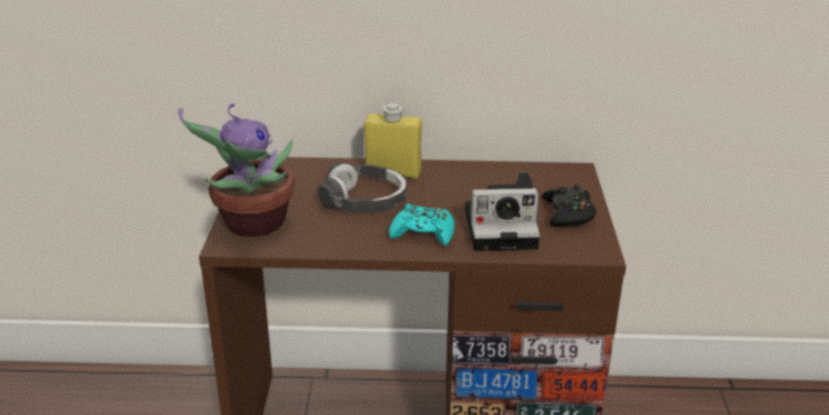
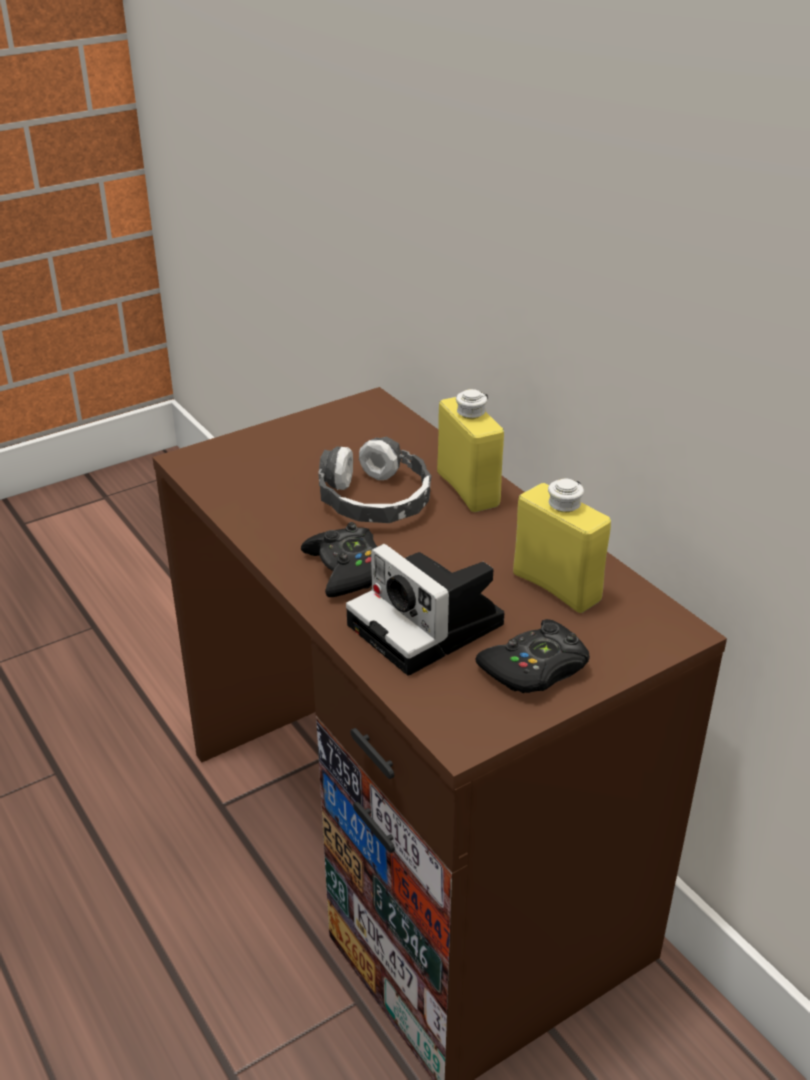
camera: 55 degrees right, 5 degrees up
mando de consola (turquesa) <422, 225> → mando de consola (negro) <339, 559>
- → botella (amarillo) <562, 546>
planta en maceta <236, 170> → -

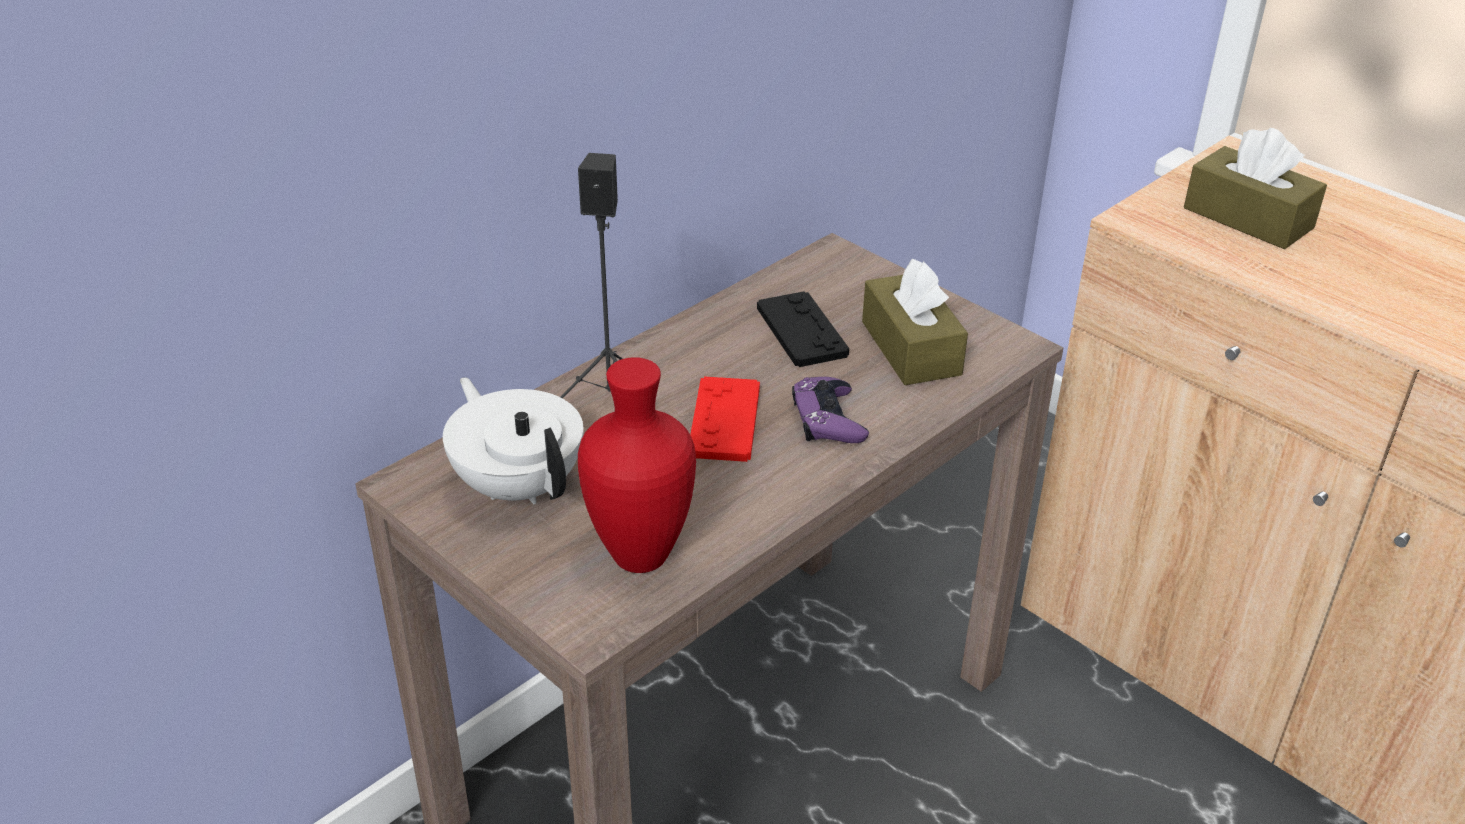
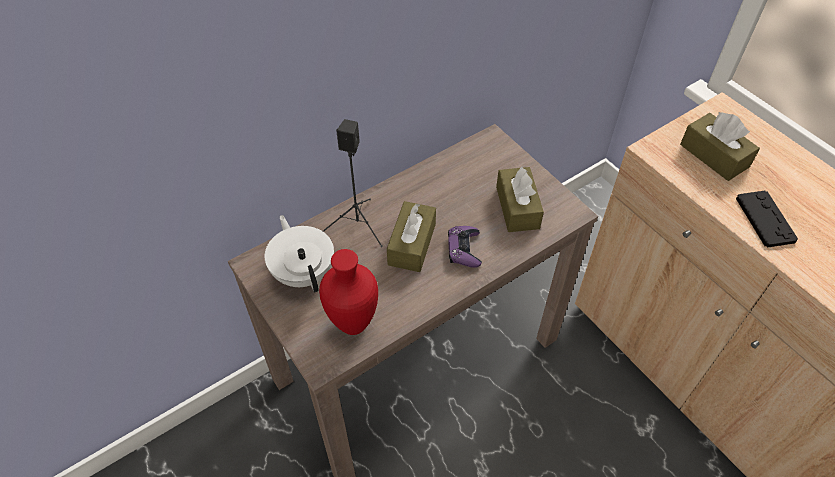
camera: 10 degrees right, 15 degrees up
mando de consola (rojo) <725, 419> → caja de pañuelos (marrón) <411, 236>
mando de consola (negro) <803, 329> → mando de consola (negro) <767, 219>, move

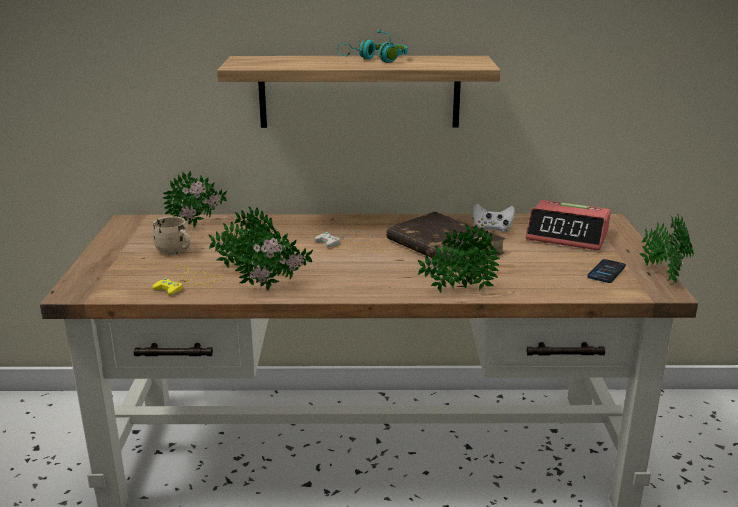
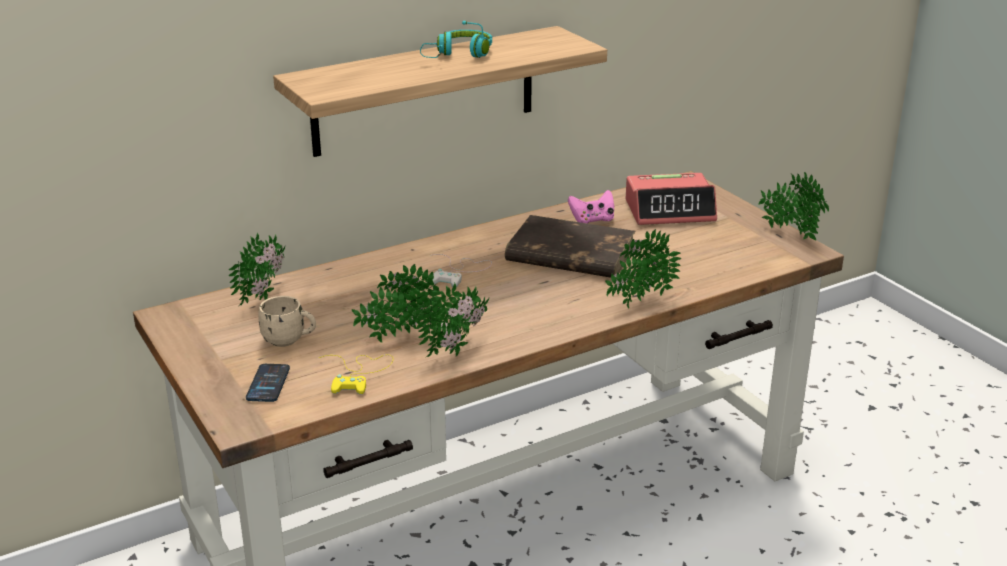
camera: 30 degrees left, 5 degrees up
móvil <606, 271> → móvil <268, 383>, move
mando de consola (blanco) <494, 218> → mando de consola (rosa) <591, 207>

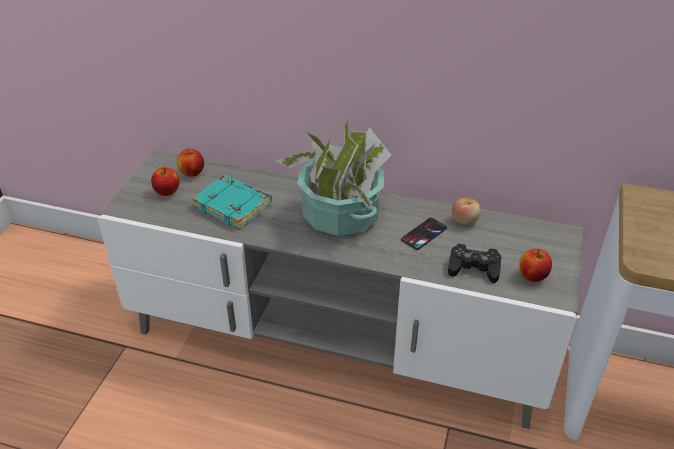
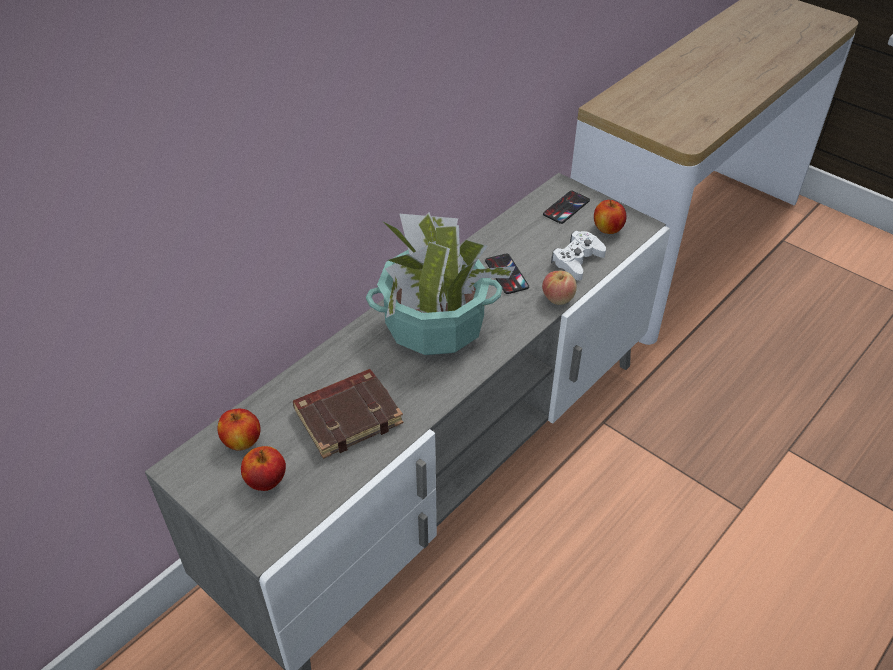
camera: 65 degrees left, 5 degrees up
libro (turquesa) <232, 202> → libro (marrón) <348, 414>
manzana <466, 211> → manzana <559, 288>, move
- → móvil <566, 207>
mando de consola (negro) <474, 263> → mando de consola (blanco) <578, 256>

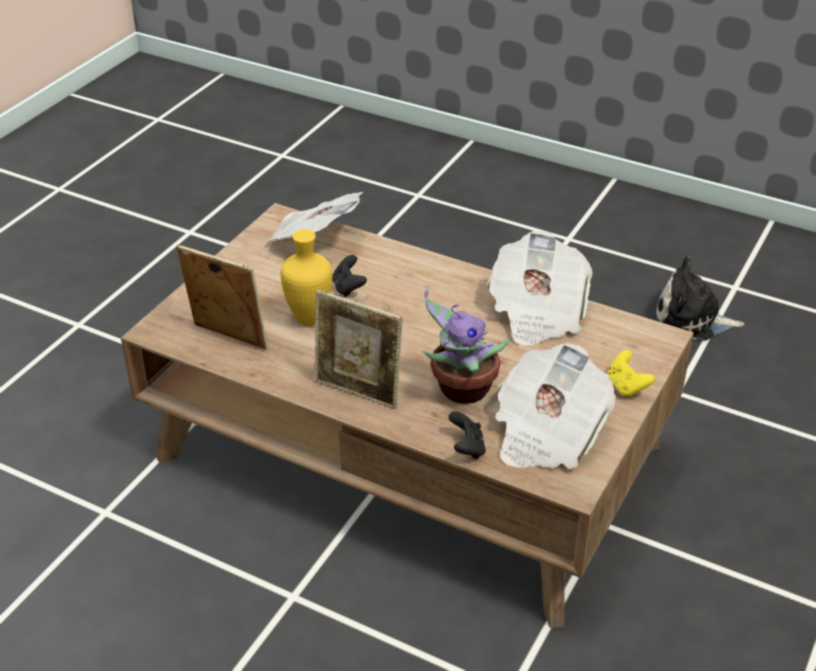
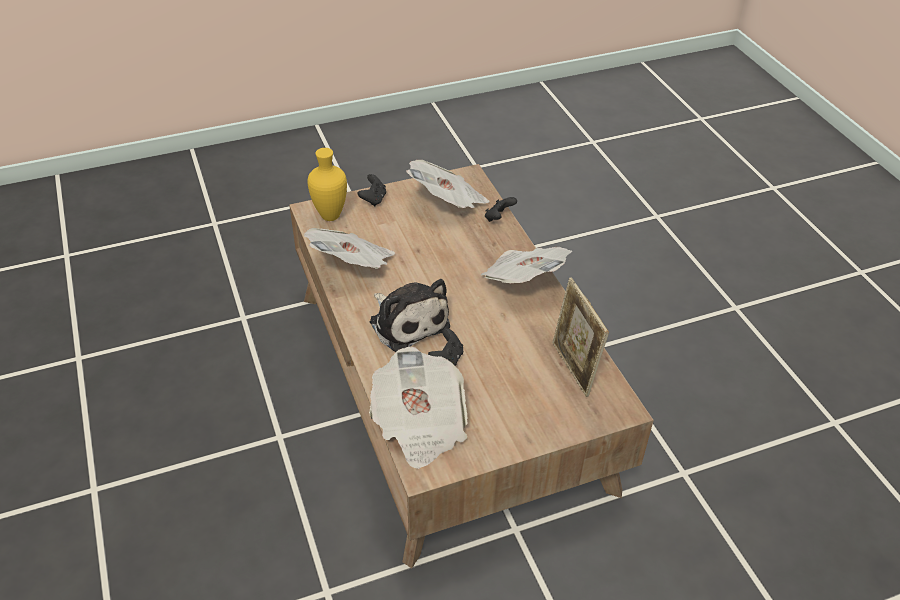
camera: 140 degrees left, 5 degrees up
florero (amarillo) <306, 277> → florero (amarillo) <327, 184>, move
mando de consola (amarillo) <631, 374> → mando de consola (negro) <372, 190>
peluche <700, 298> → peluche <410, 315>, move
portarretratos <359, 349> → periódico <526, 265>
planta en maceta <466, 347> → -

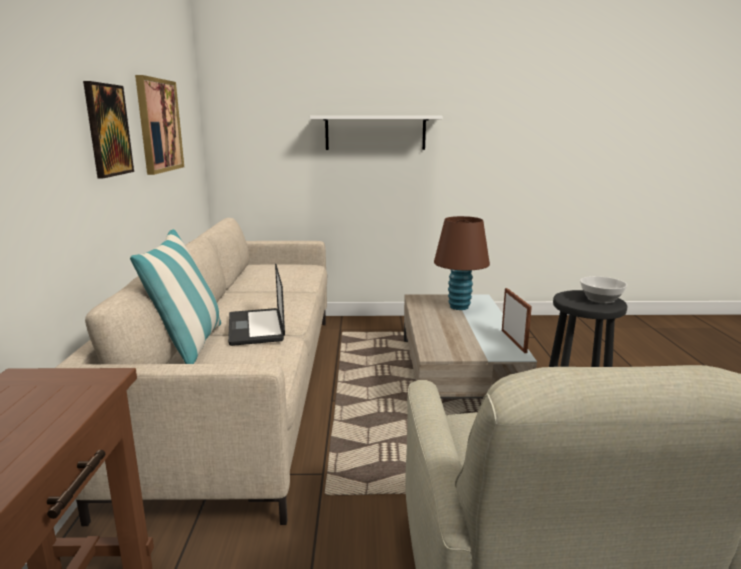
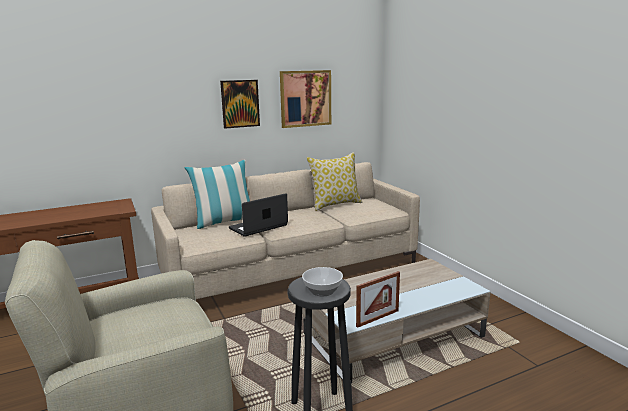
camera: 65 degrees right, 0 degrees up
- → cojín <335, 181>
estante (blanco) <376, 133> → -
lámpara de mesa (marrón) <462, 263> → -

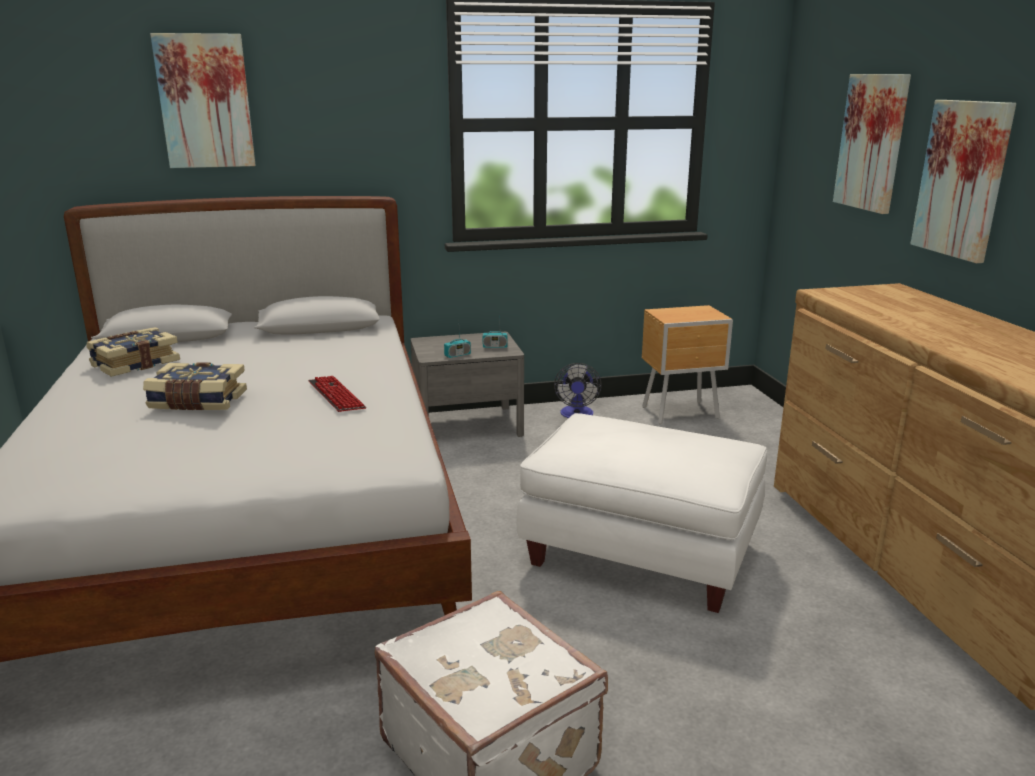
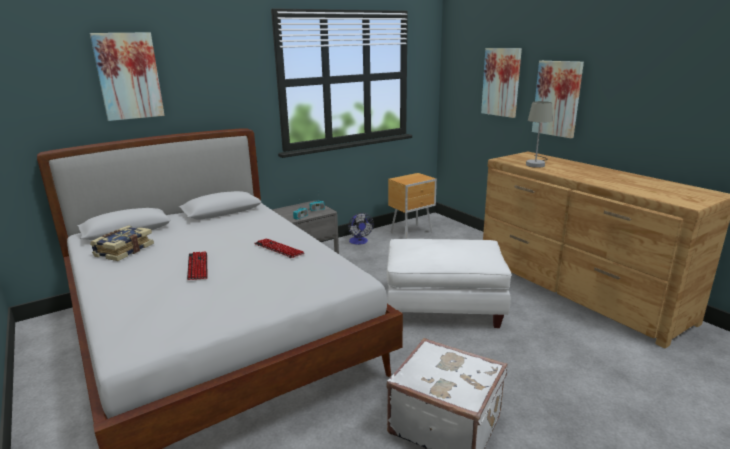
camera: 20 degrees left, 0 degrees up
libro <195, 386> → teclado <197, 266>
- → lámpara de mesa (gris) <539, 134>

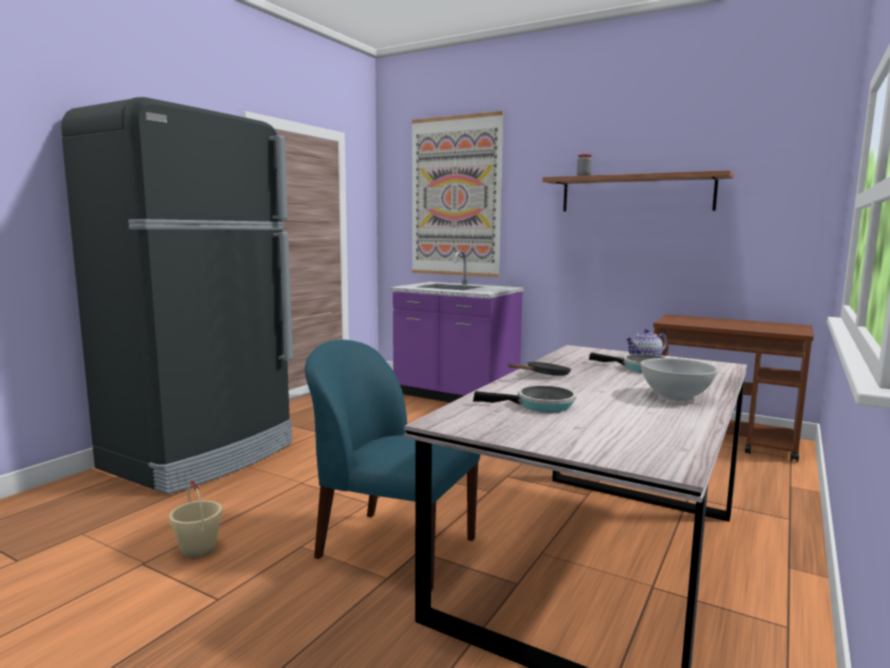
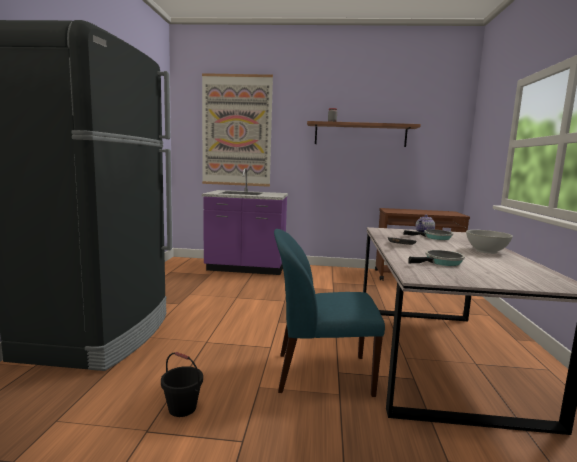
camera: 25 degrees left, 0 degrees up
cubo (beis) <195, 519> → cubo (negro) <182, 384>

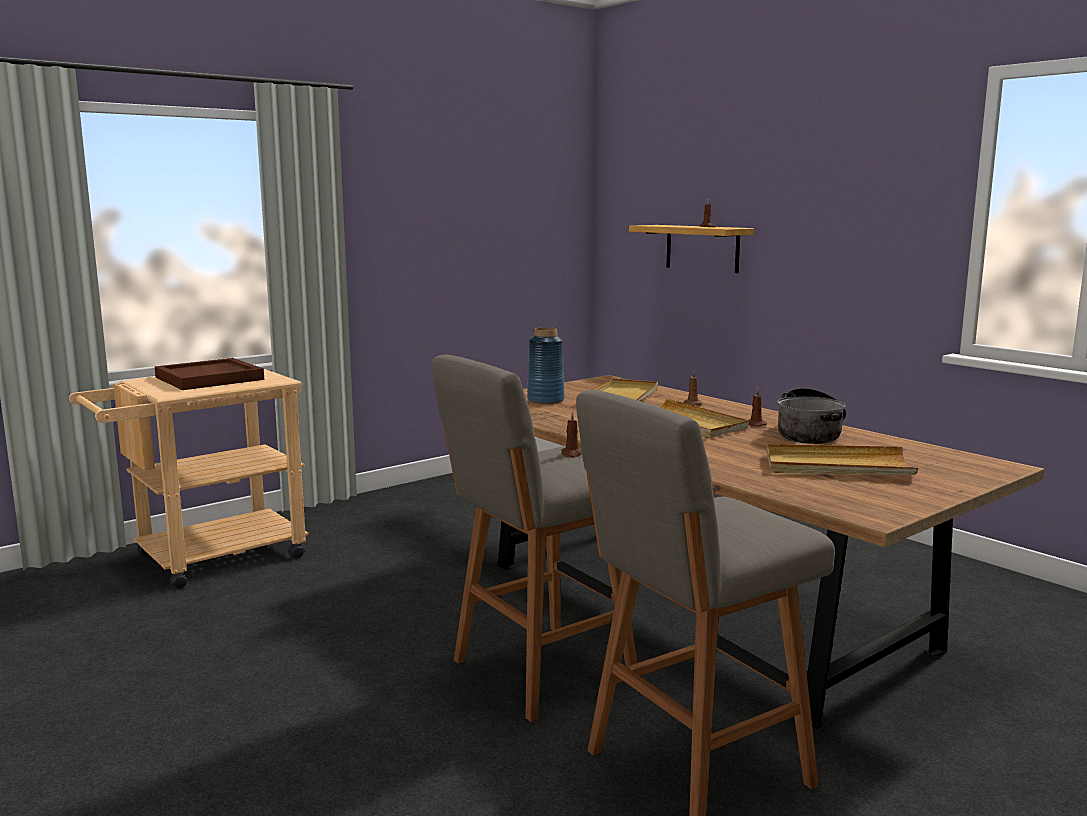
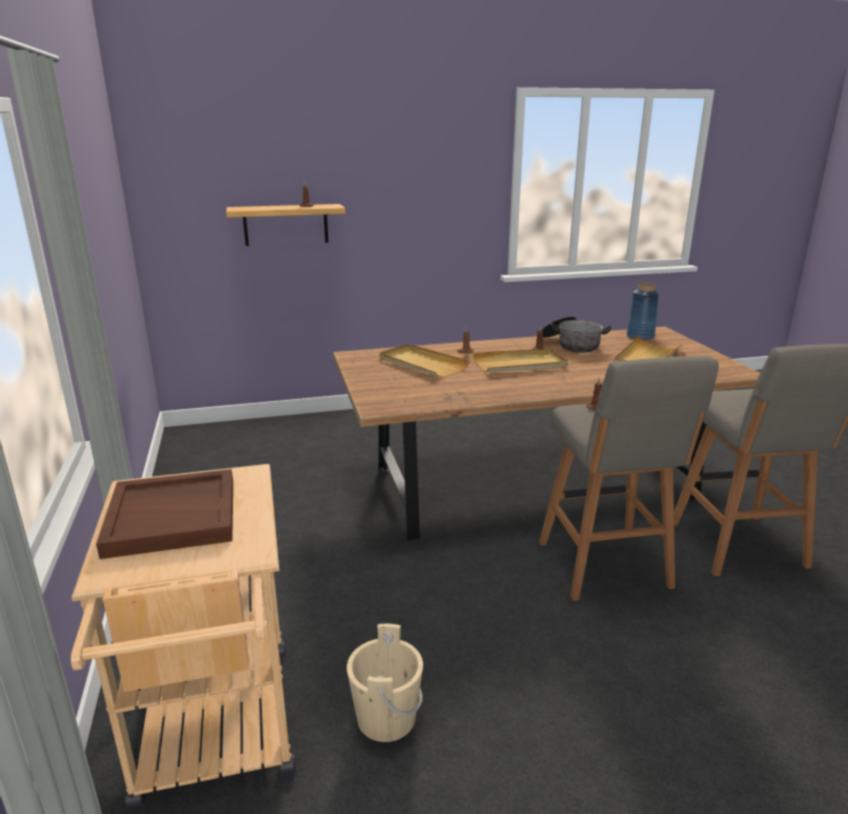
camera: 65 degrees left, 10 degrees up
- → cubo (beis) <385, 683>
florero (azul) <546, 365> → florero (azul) <643, 312>, move

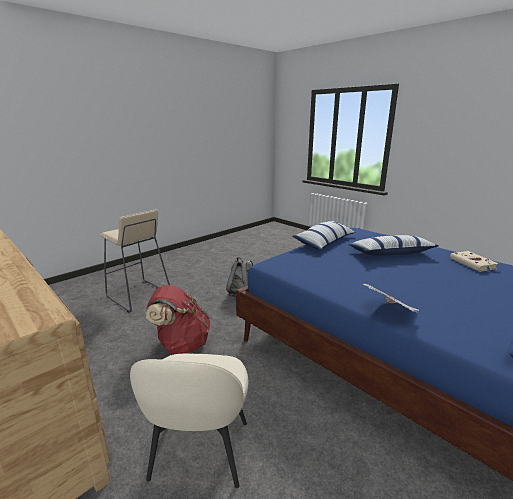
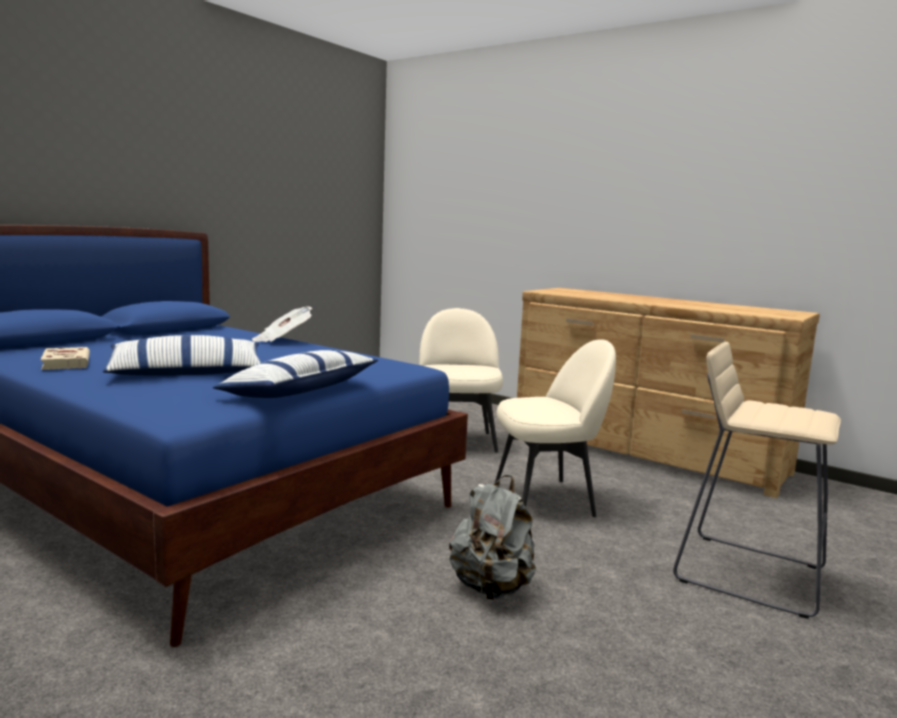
camera: 170 degrees right, 10 degrees down
mochila (rojo) <178, 319> → silla (beis) <555, 428>

